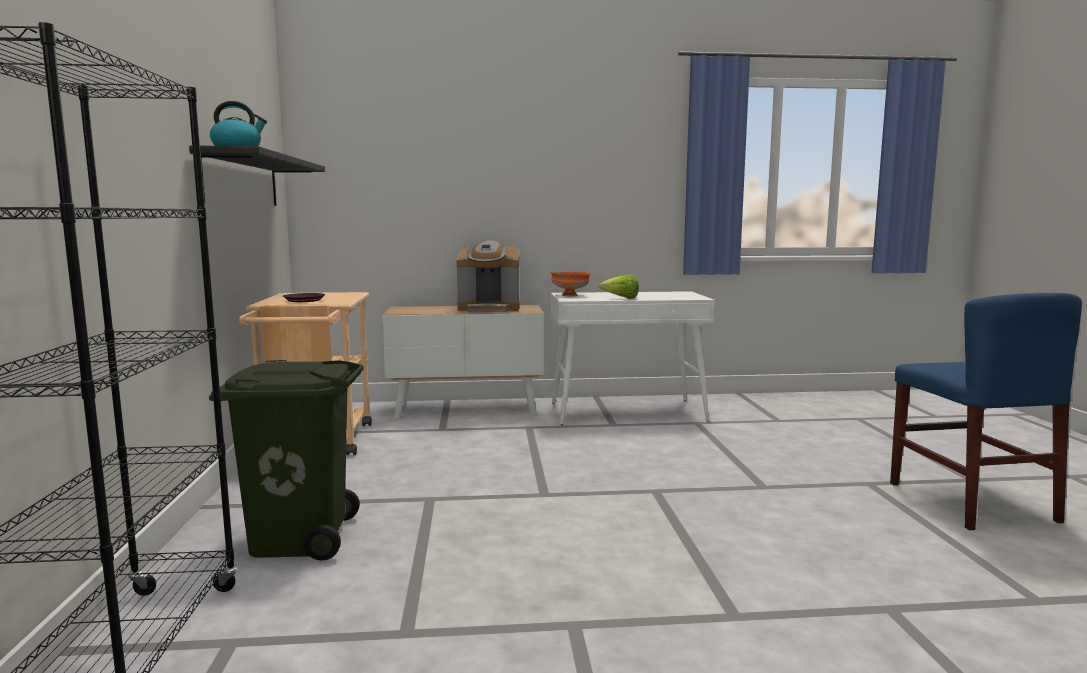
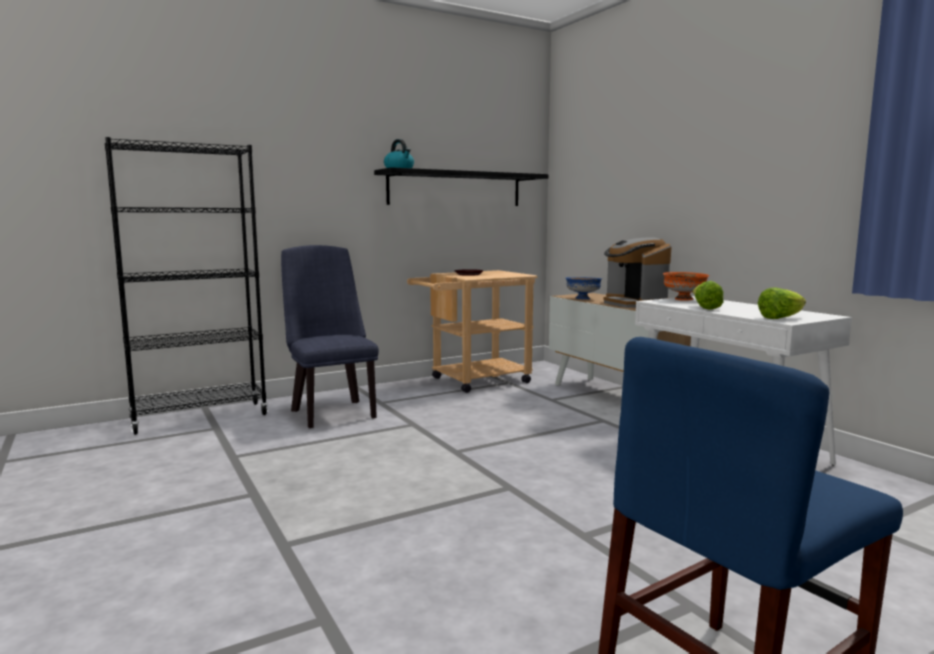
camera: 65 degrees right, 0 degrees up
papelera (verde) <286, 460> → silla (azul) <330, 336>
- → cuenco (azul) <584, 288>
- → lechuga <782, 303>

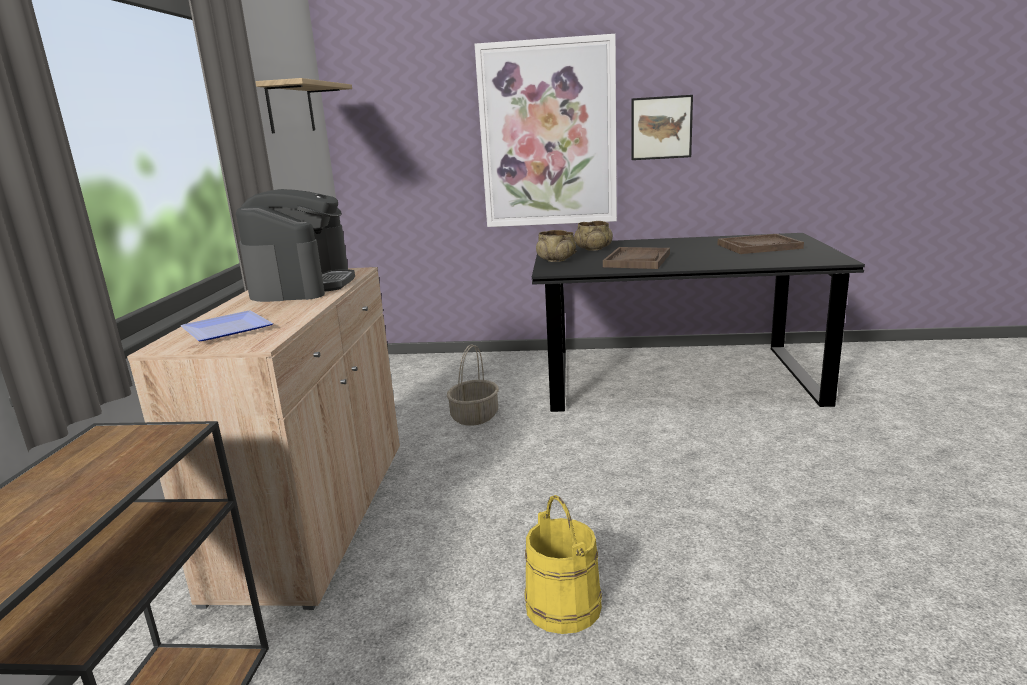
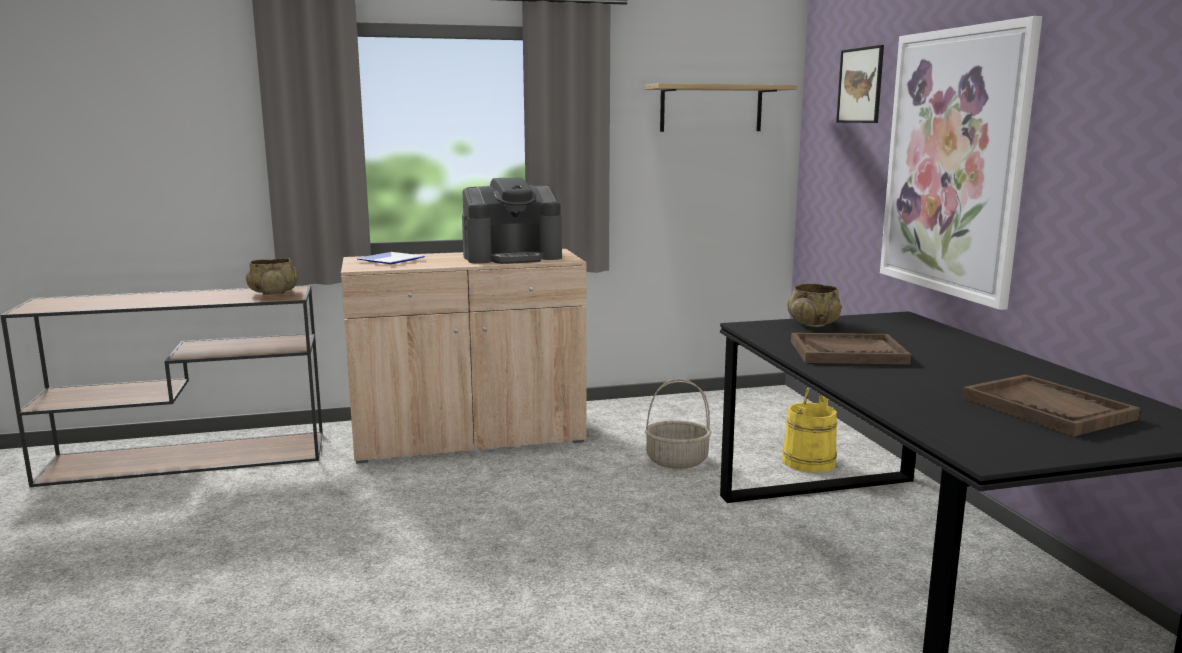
camera: 70 degrees right, 5 degrees down
cuenco (beis) <593, 236> → cuenco (beis) <272, 276>, move
cubo (amarillo) <563, 564> → cubo (amarillo) <809, 430>, move
cuadro <662, 127> → cuadro <860, 84>, move

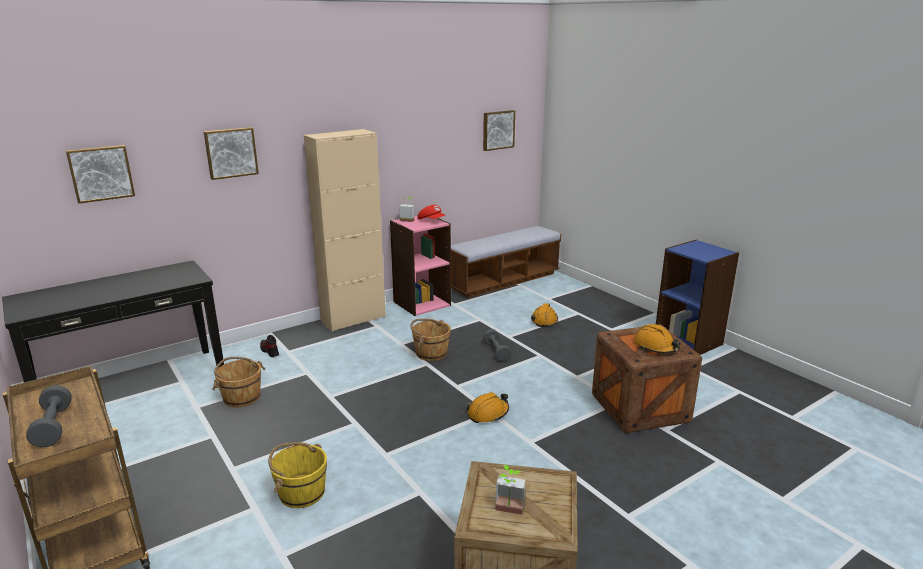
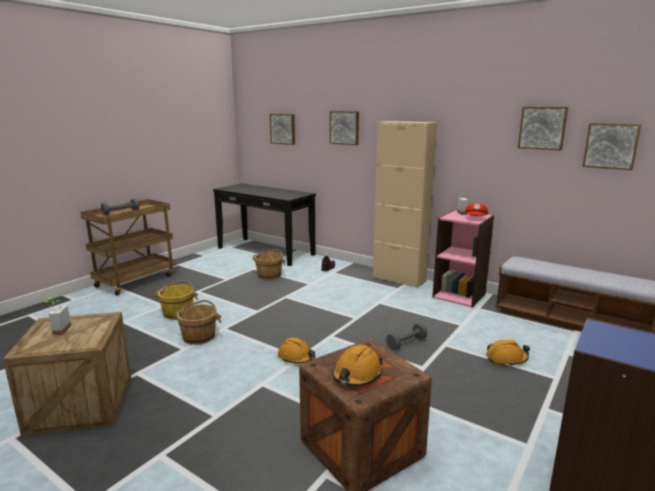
camera: 70 degrees right, 5 degrees down
cubo (marrón) <430, 340> → cubo (marrón) <197, 322>, move
- → cuadro <543, 128>

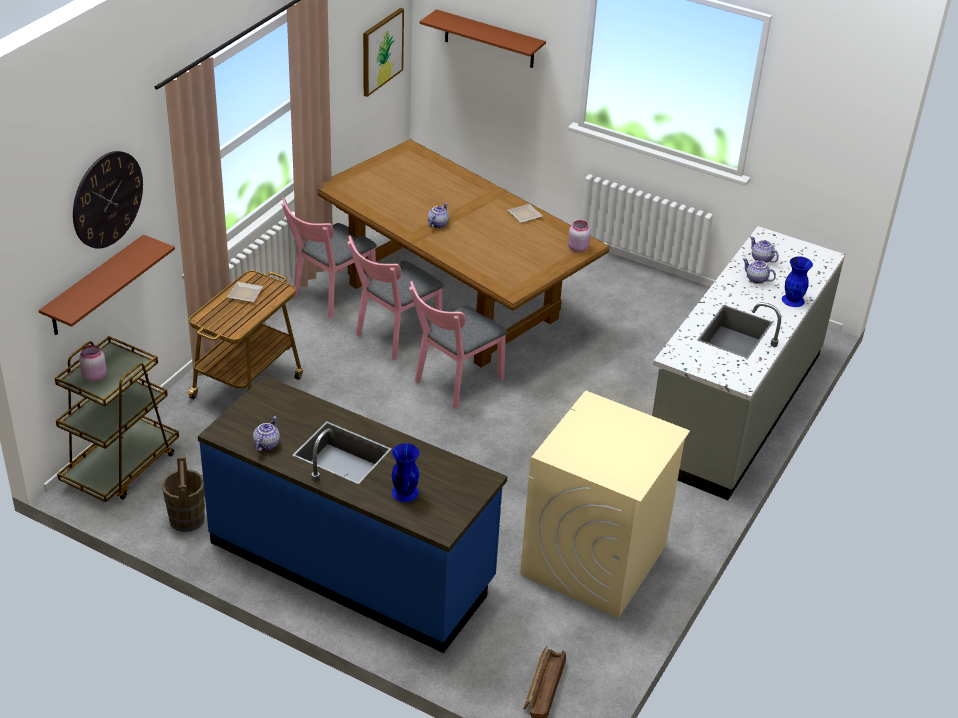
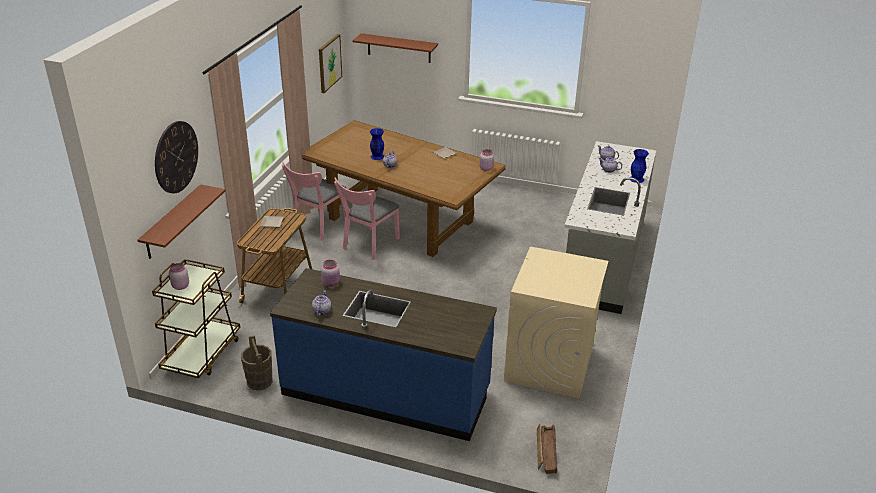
camera: 10 degrees left, 5 degrees down
- → tarro (rosa) <330, 273>
florero (azul) <406, 472> → florero (azul) <377, 144>, move
silla (rosa) <458, 345> → -

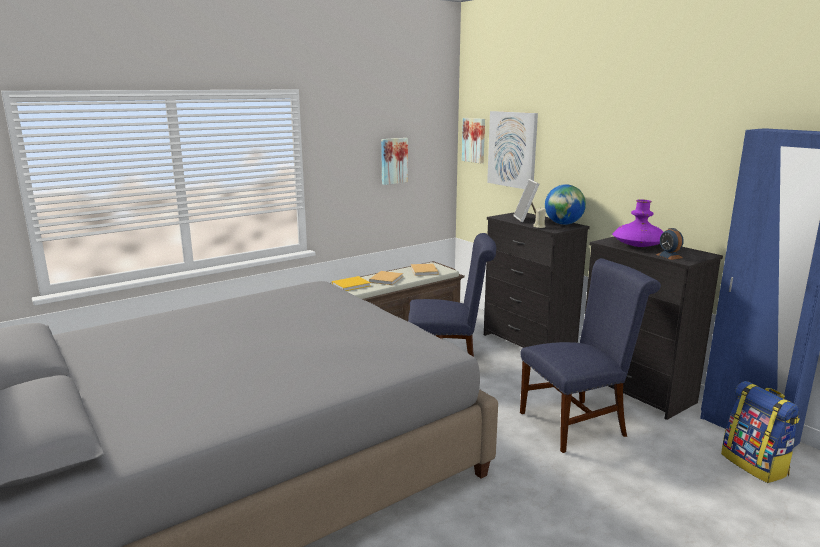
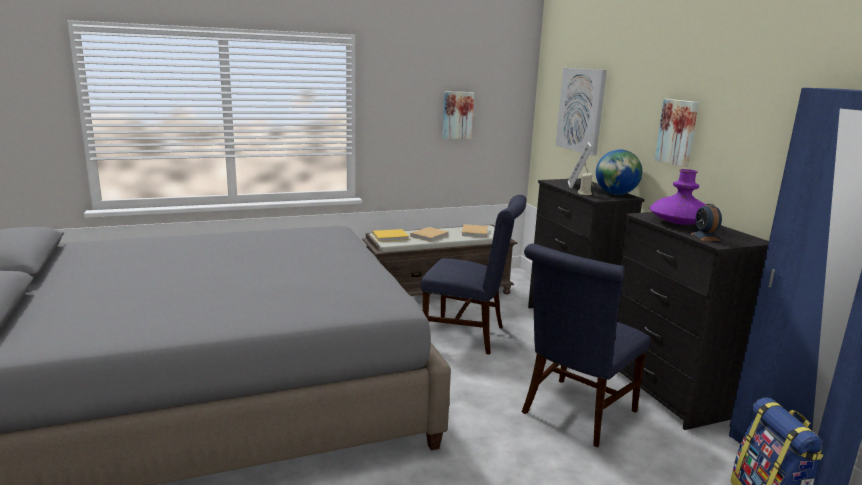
camera: 15 degrees right, 0 degrees up
silla (azul) <590, 355> → silla (azul) <586, 345>, 135 degrees clockwise
cuadro <473, 140> → cuadro <677, 133>, move

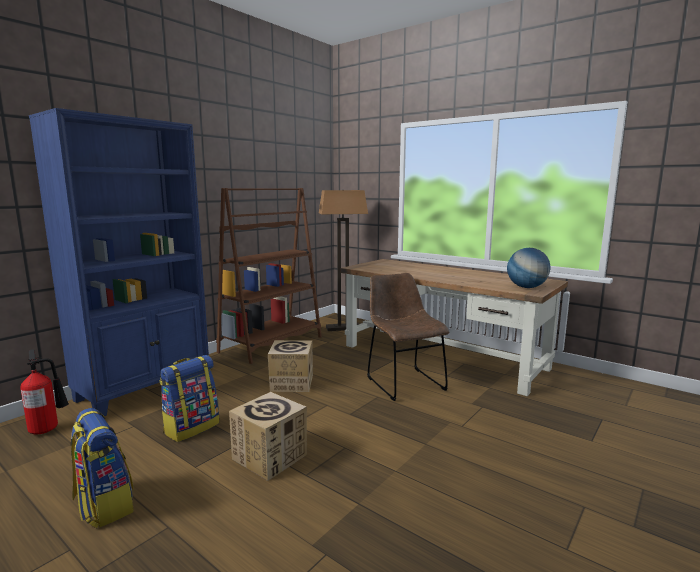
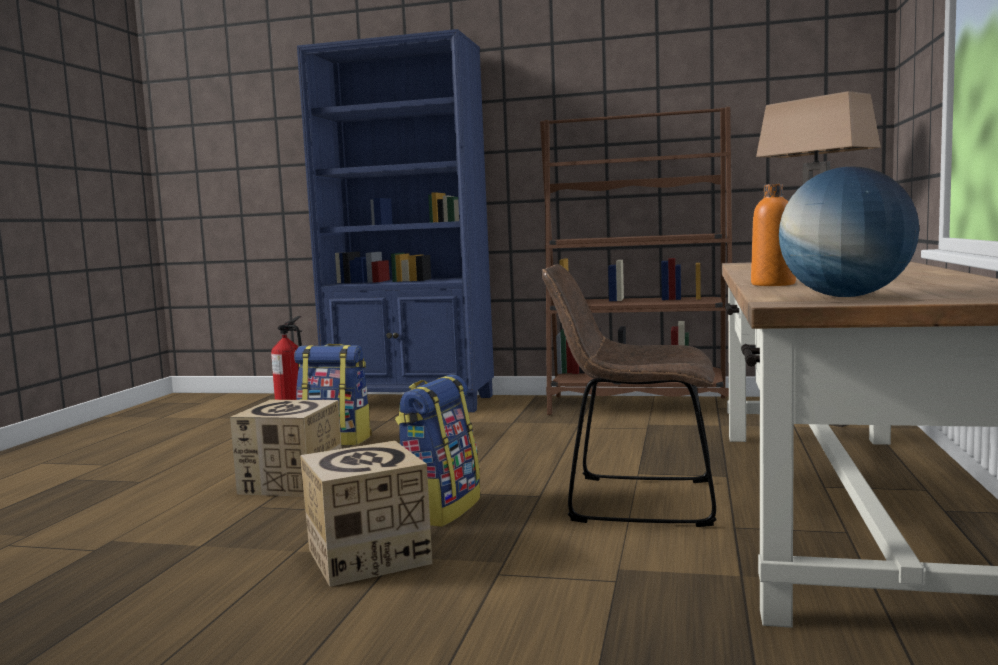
camera: 65 degrees right, 5 degrees down
caja de cartón <290, 366> → caja de cartón <366, 514>, move
mochila <102, 468> → mochila <437, 451>, move
silla (marrón) <408, 337> → silla (marrón) <629, 395>, 120 degrees counterclockwise
- → botella (naranja) <773, 235>

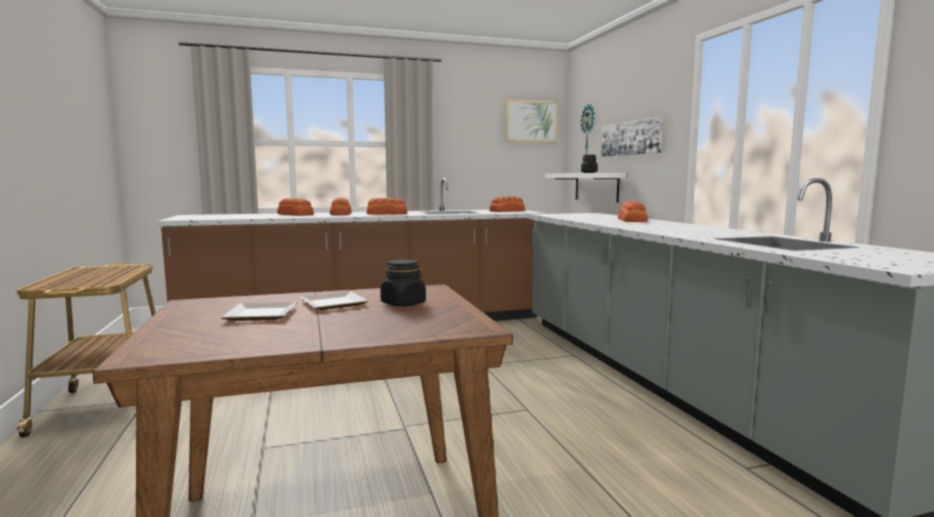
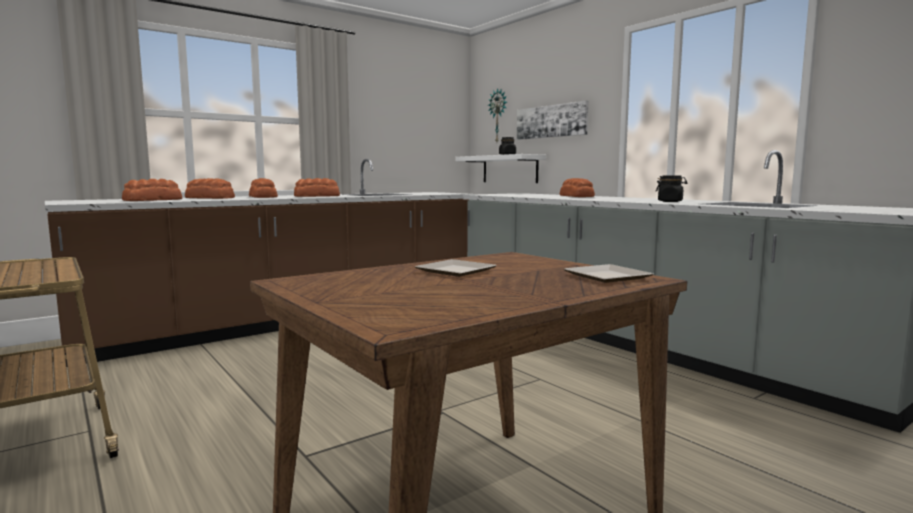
camera: 20 degrees left, 0 degrees up
pan <507, 204> → pan <152, 190>, move
plato <259, 311> → plato <608, 273>, move
tarro (negro) <403, 283> → tarro (negro) <671, 188>, move
cuadro <532, 120> → -

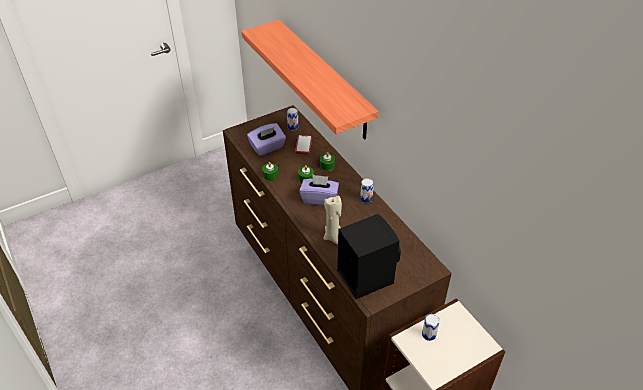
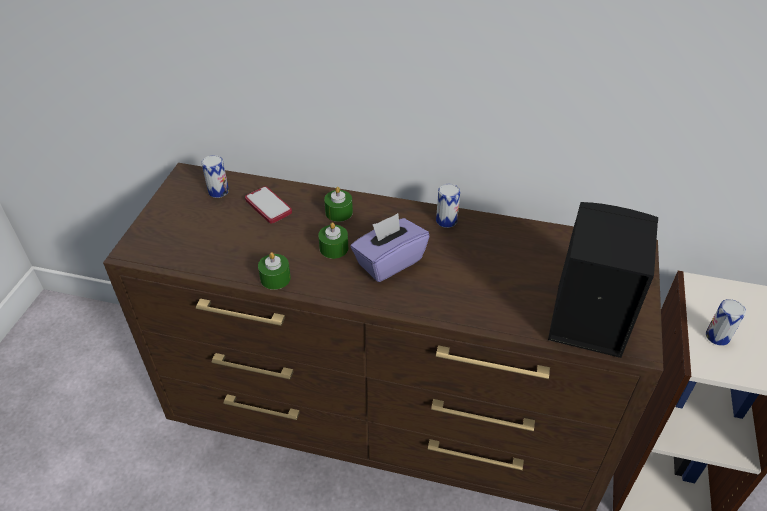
camera: 45 degrees left, 0 degrees up
estante <310, 79> → -
caja de pañuelos (morado) <266, 139> → -
vela (beis) <332, 220> → -

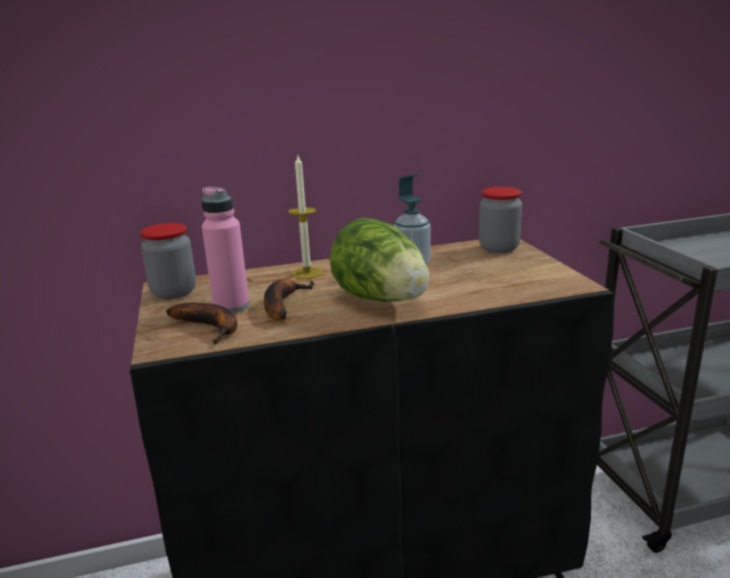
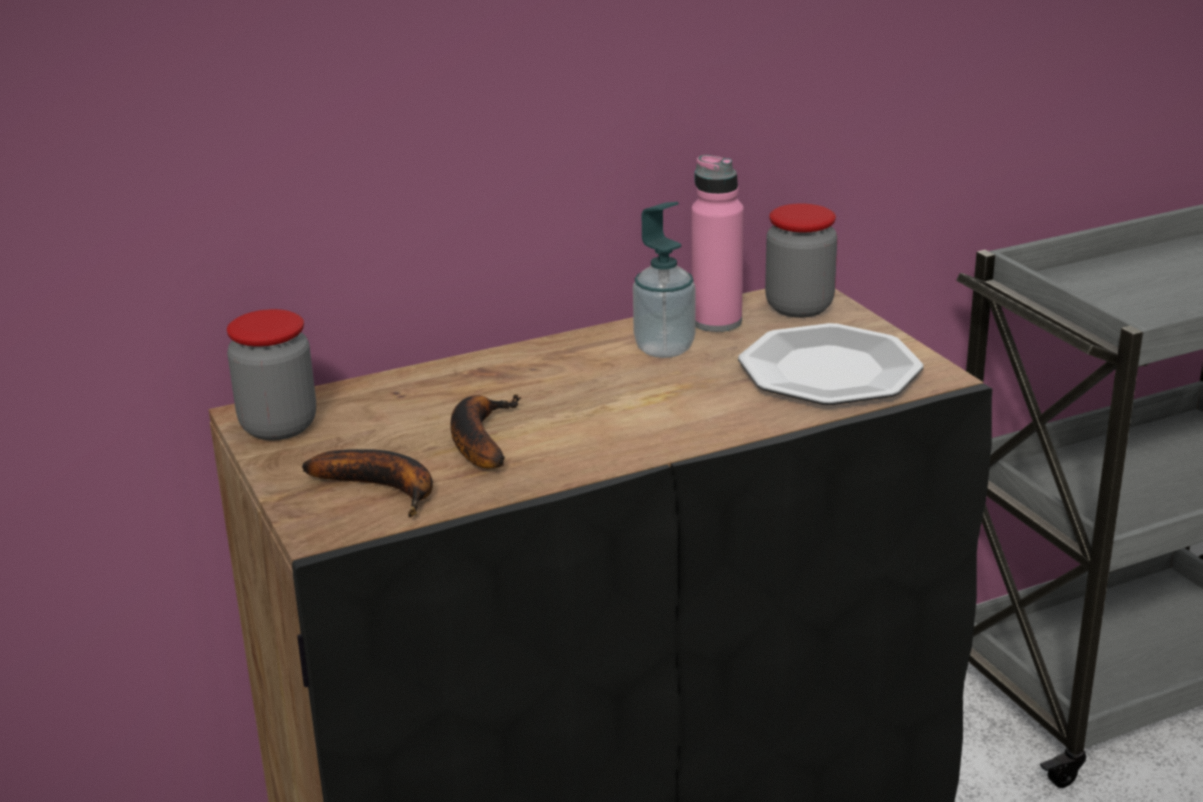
camera: 10 degrees left, 5 degrees up
botella (rosa) <225, 249> → botella (rosa) <717, 243>, move
- → plato <831, 364>
vela <305, 217> → -
lechuga <379, 259> → -

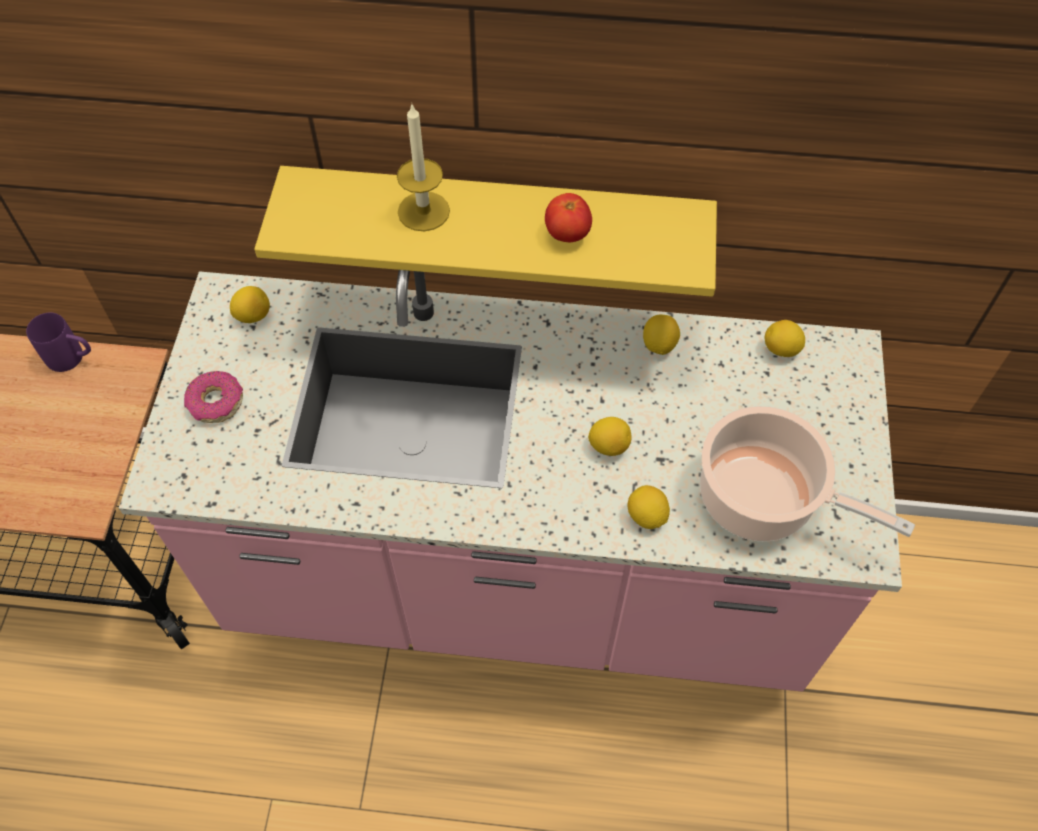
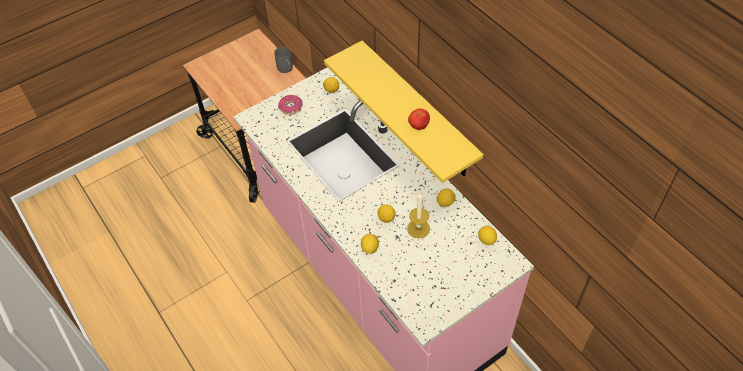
camera: 50 degrees right, 5 degrees down
taza grande (morado) <58, 342> → taza grande (gris) <283, 60>
vela <423, 168> → vela <418, 215>, move
olla <807, 474> → -

